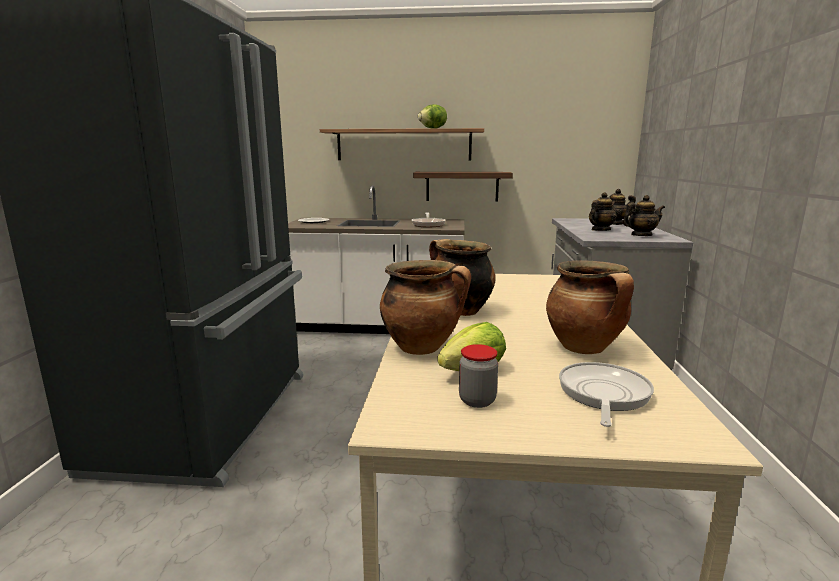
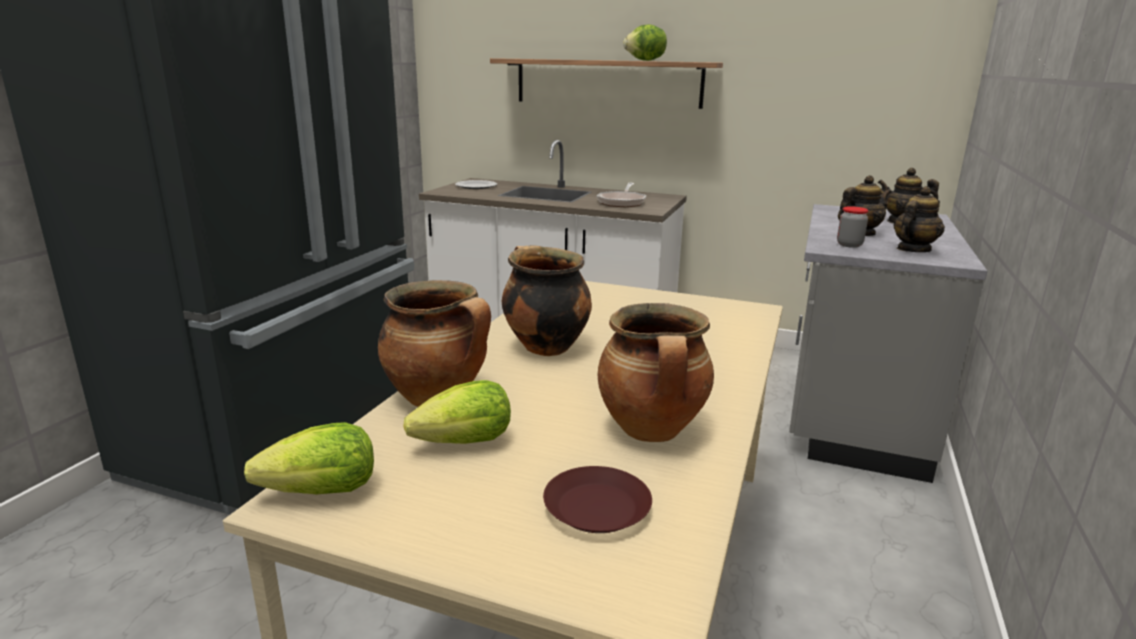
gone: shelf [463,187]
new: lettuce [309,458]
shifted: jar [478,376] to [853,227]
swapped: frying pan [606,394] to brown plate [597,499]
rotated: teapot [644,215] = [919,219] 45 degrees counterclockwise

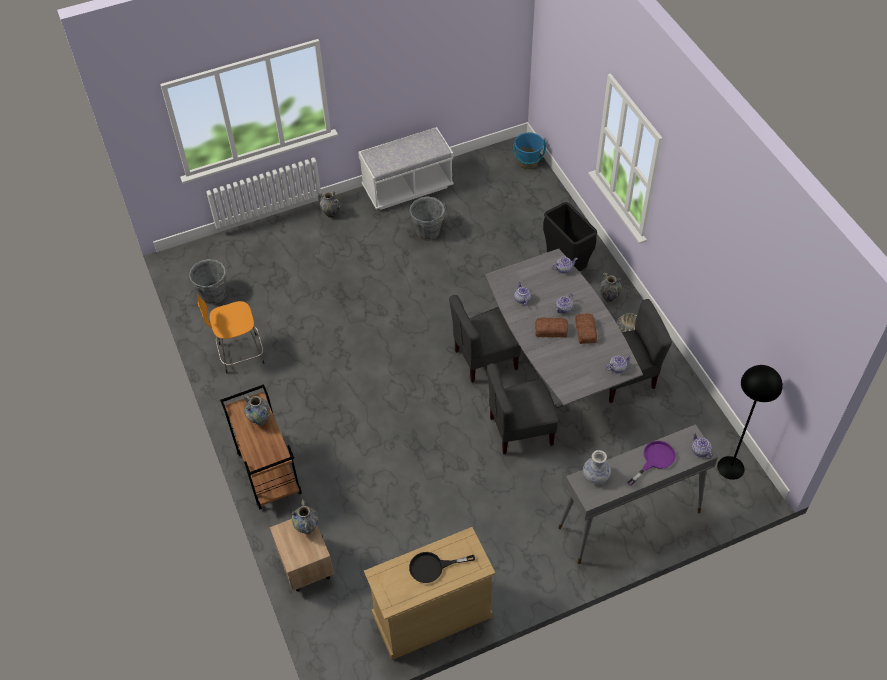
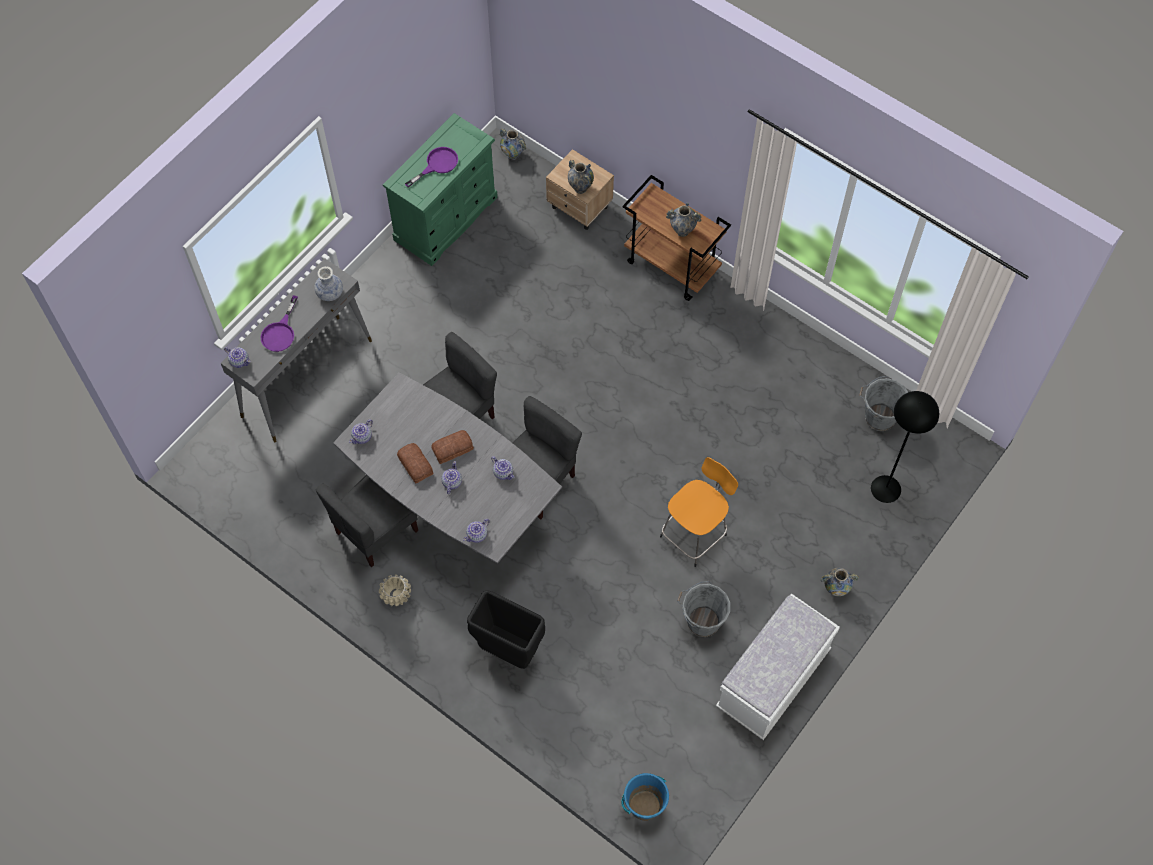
shifted: orange stool [231,334] to [699,512]; vase [610,287] to [513,144]; black floor lamp [750,422] to [905,447]
repainted: beige dresser [430,593] to green dresser [440,189]; black frying pan [442,567] to purple frying pan [431,167]

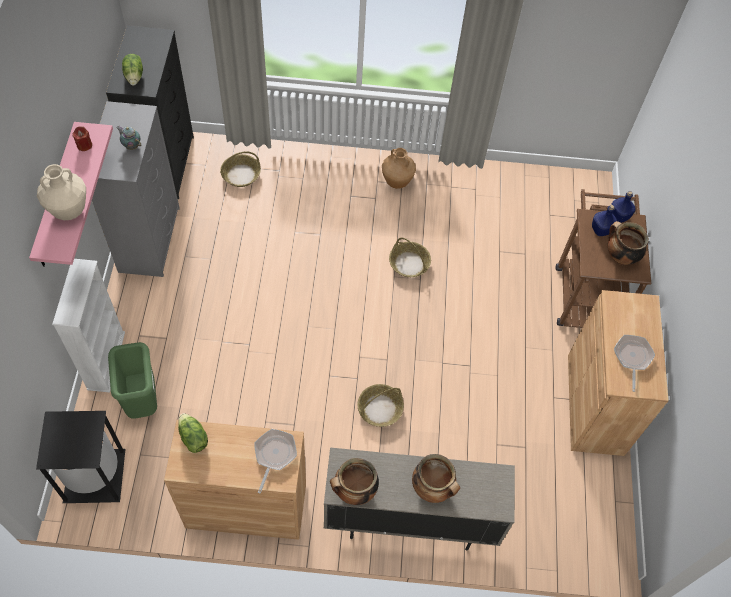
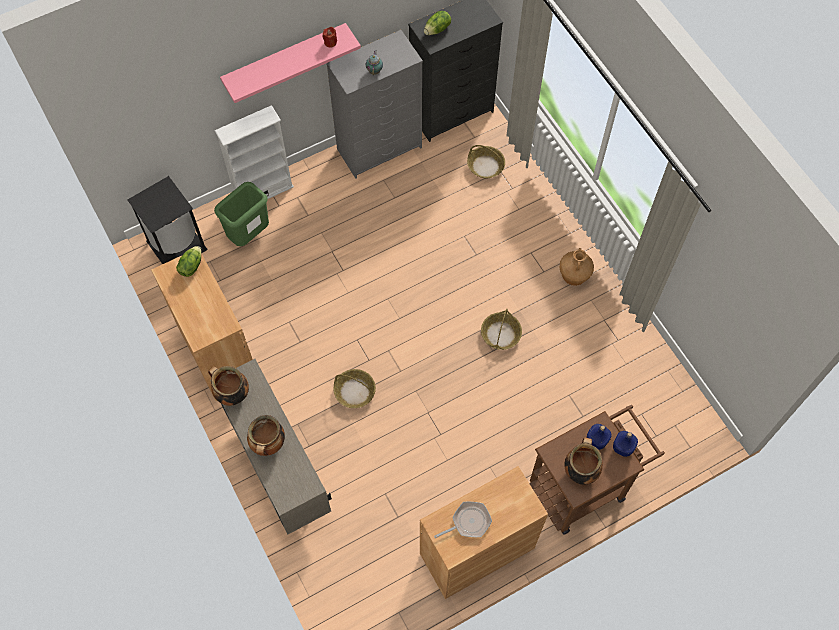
gone: beige vase [61,192]; frying pan [275,461]

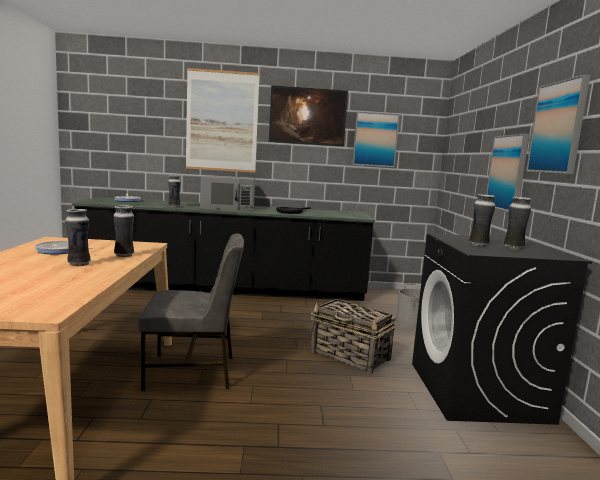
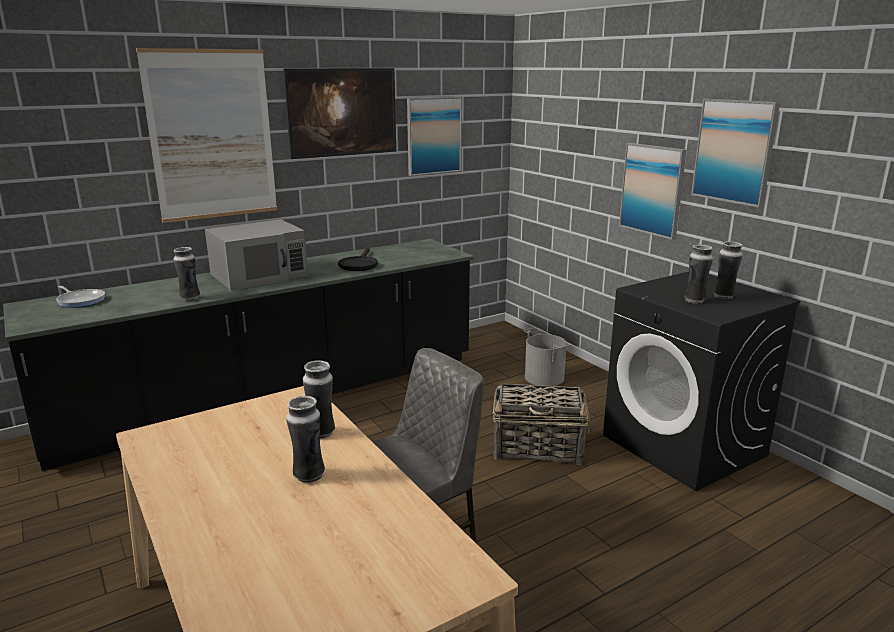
gone: frying pan [64,247]

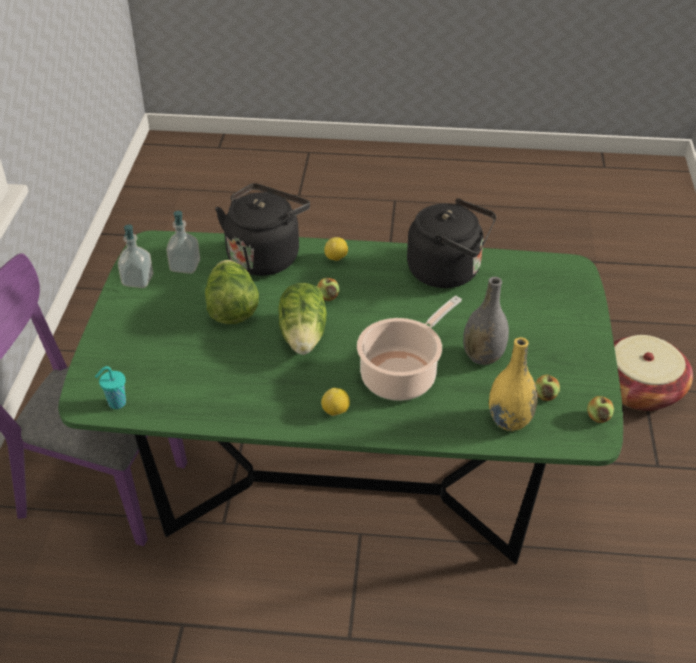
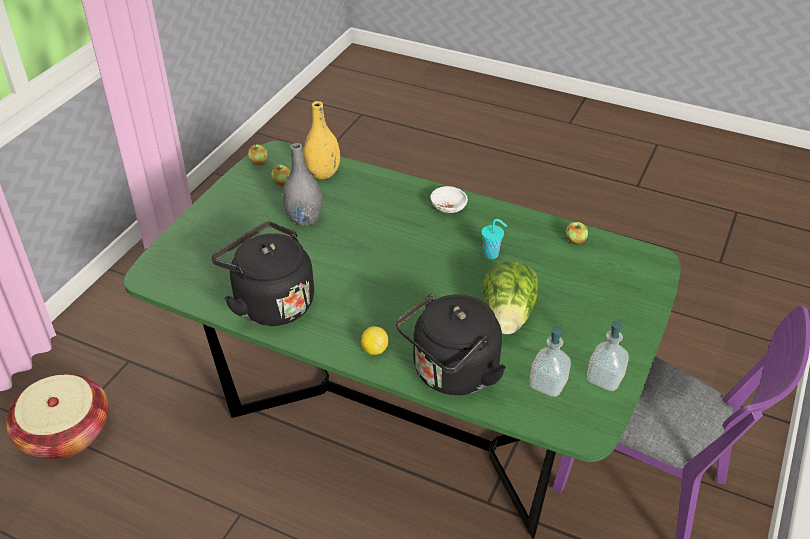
gone: lettuce [302,319]; cooking pot [409,348]
shifted: turquoise cup [110,387] to [494,239]; apple [328,289] to [577,232]
swapped: lemon [335,402] to white bowl [449,199]

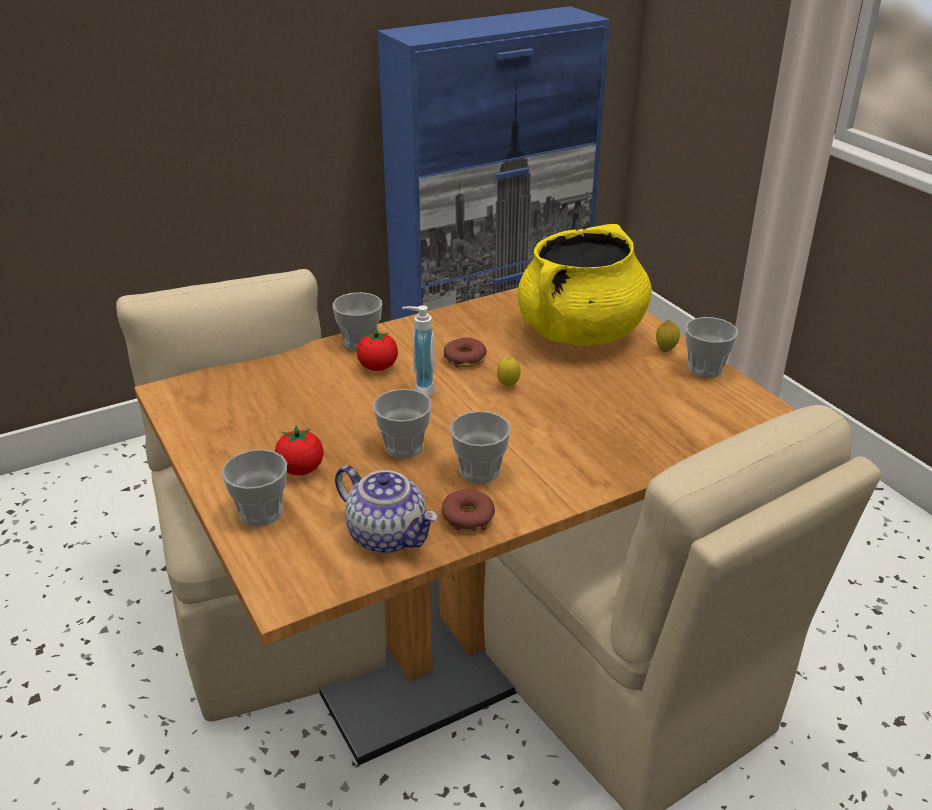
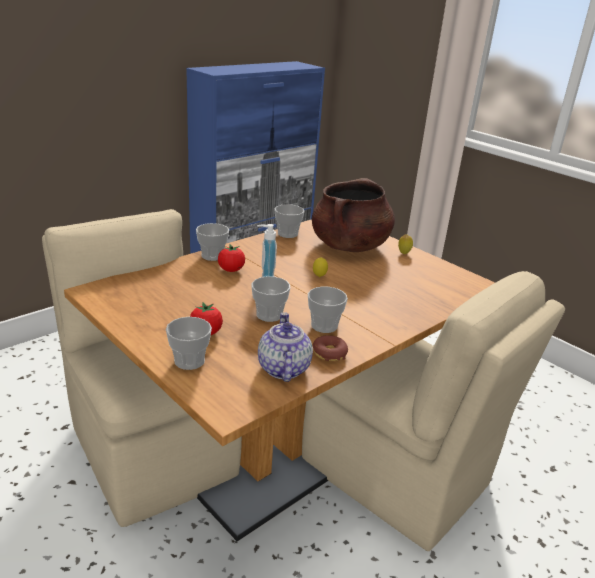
gone: donut [465,352]
shifted: cup [711,347] to [289,221]
repainted: yellow cooking pot [584,285] to brown cooking pot [353,215]
rotated: teapot [386,509] = [285,347] 120 degrees counterclockwise

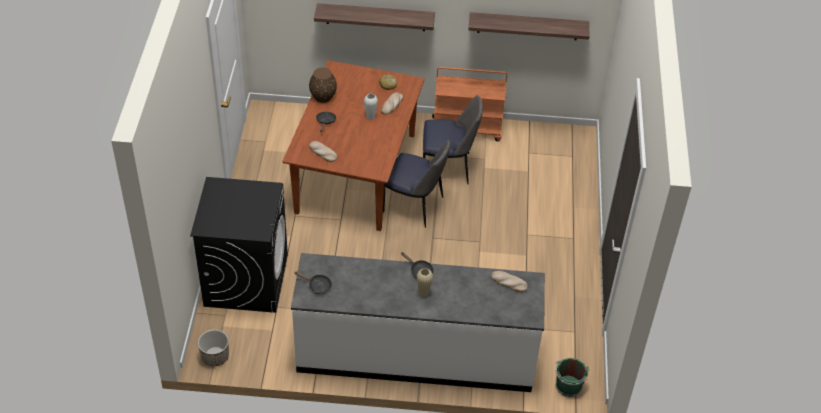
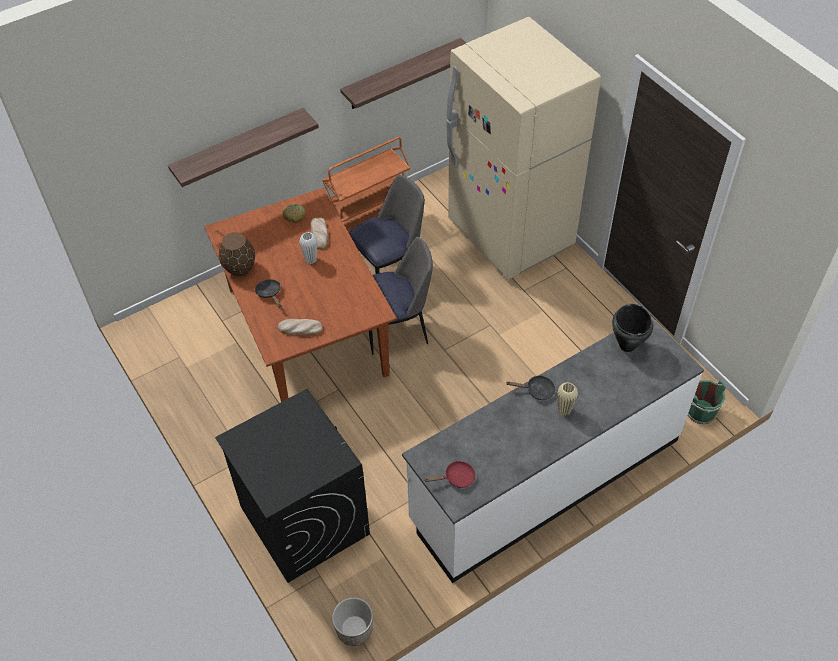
new: beige fridge [523,148]
swapped: bread [509,281] to black cooking pot [632,328]
repainted: black frying pan [313,283] to red frying pan [450,474]

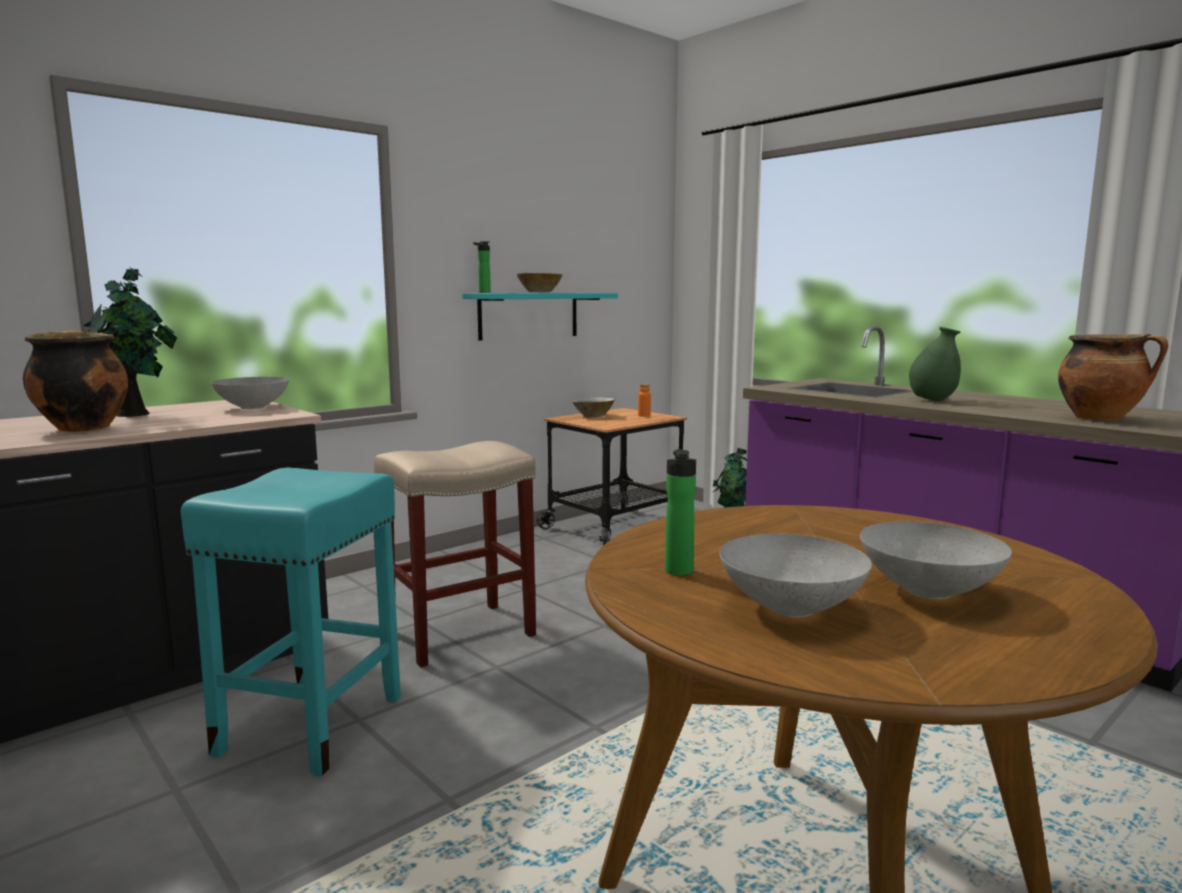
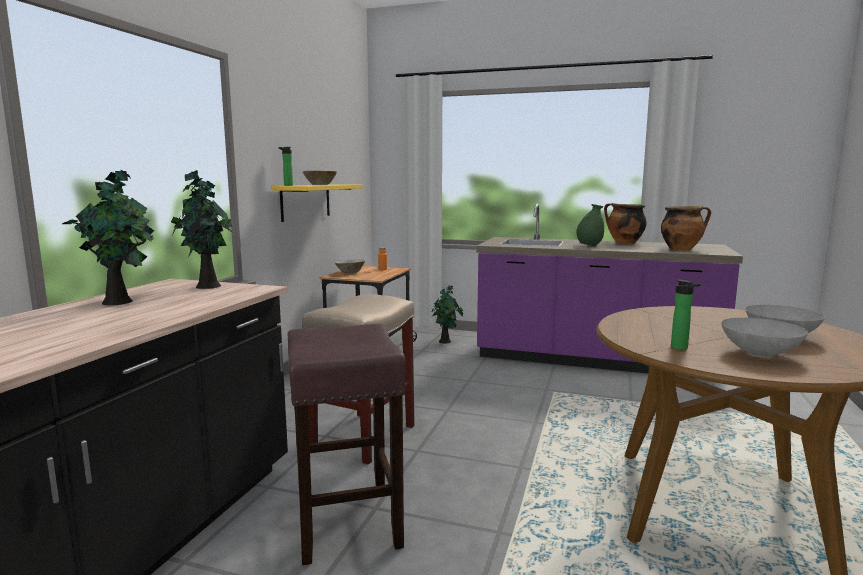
shifted: cooking pot [75,381] to [625,223]
swapped: grey bowl [250,393] to potted plant [202,229]
repainted: turquoise stool [291,621] to brown stool [347,444]; turquoise shelf [540,317] to yellow shelf [317,203]

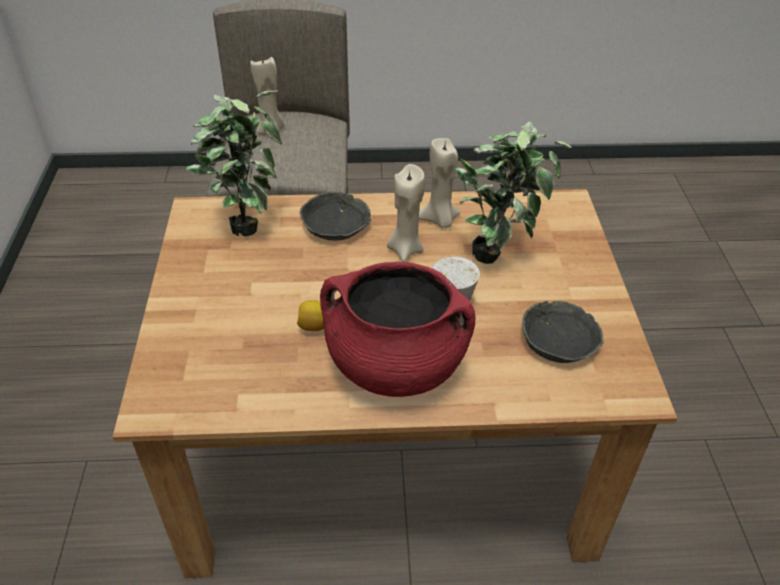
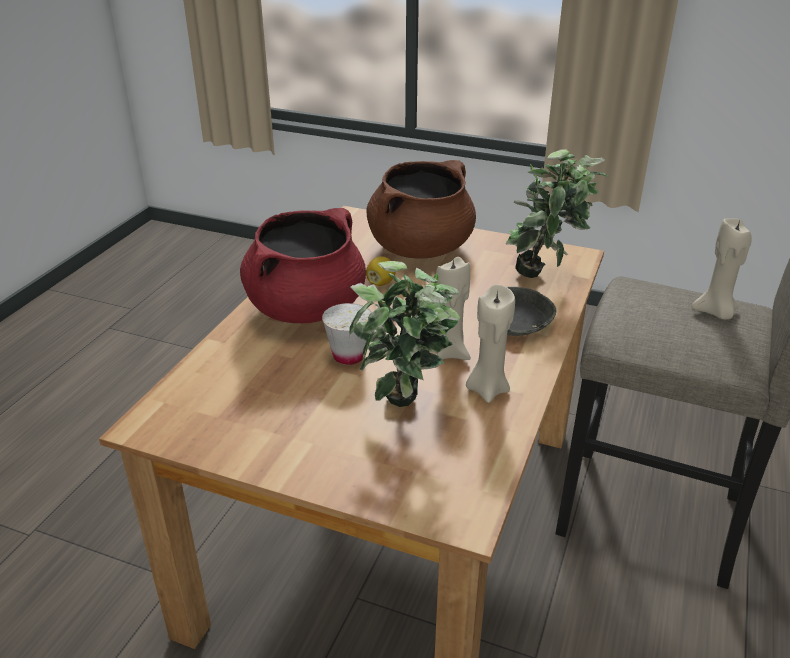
gone: grey bowl [562,332]
new: brown cooking pot [421,209]

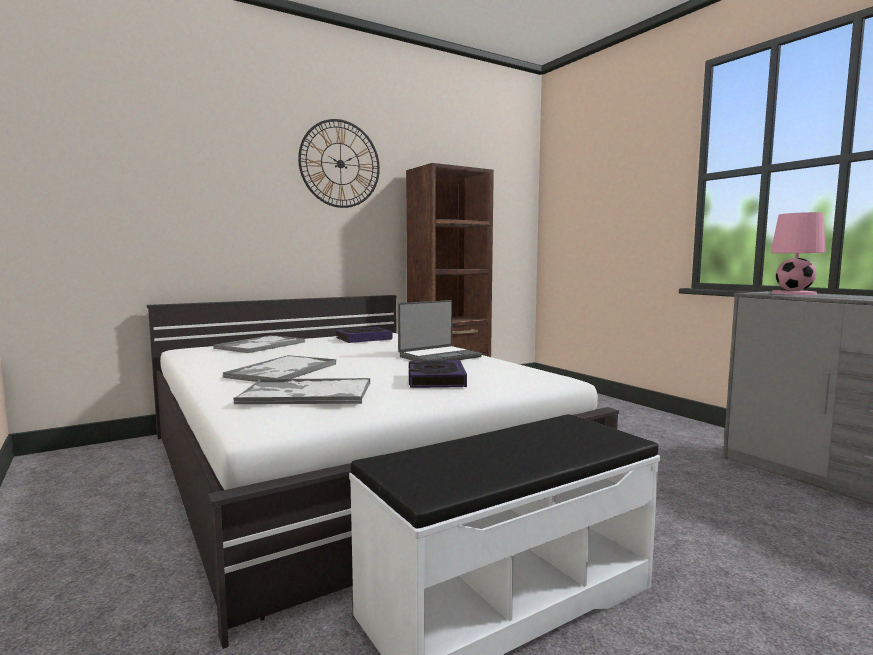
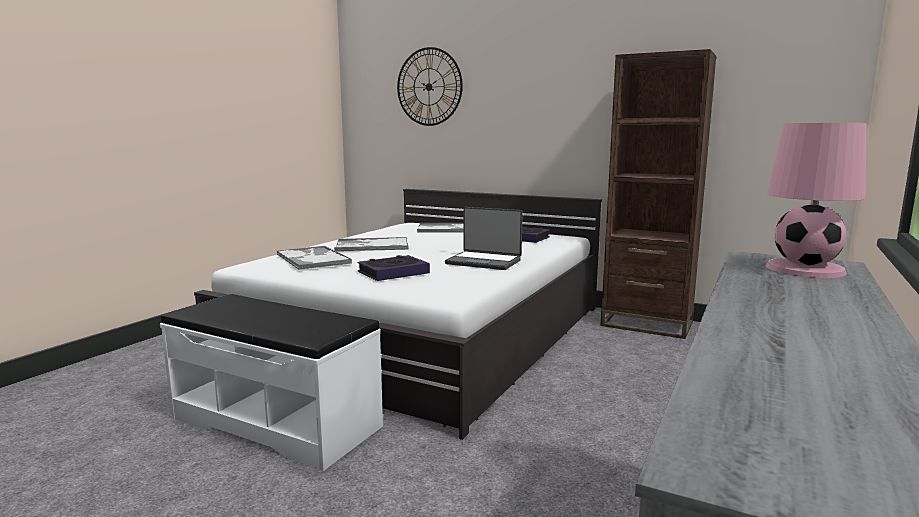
shifted: wall clock [339,163] to [430,86]

